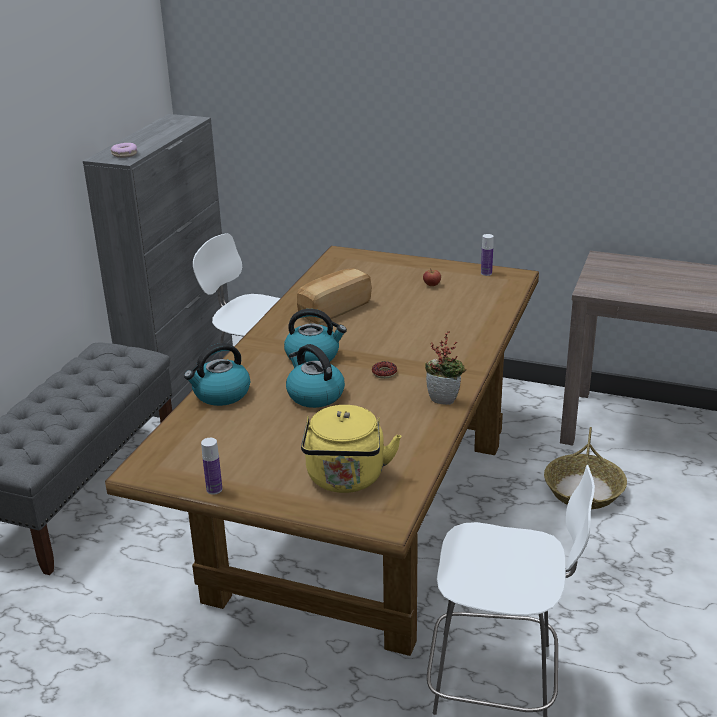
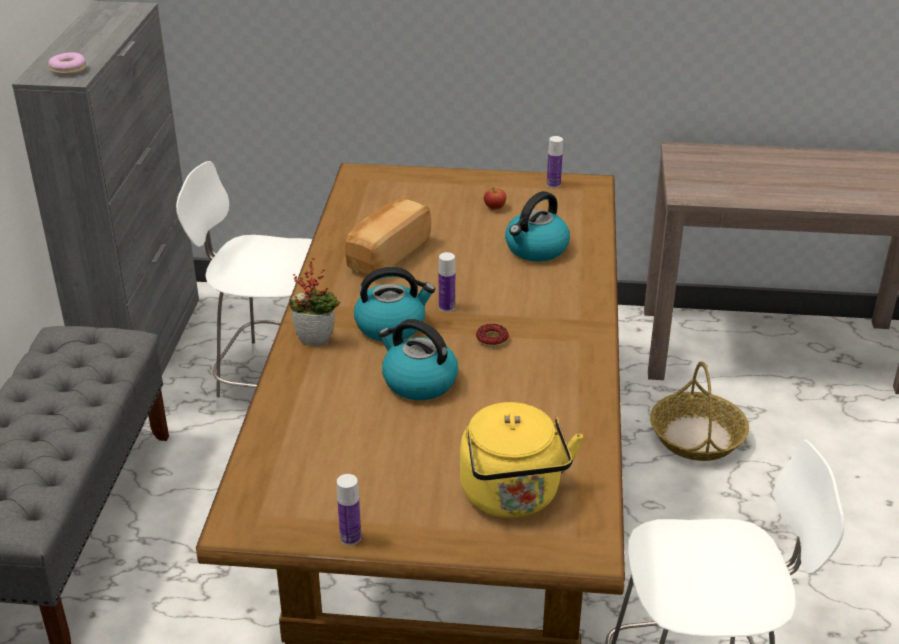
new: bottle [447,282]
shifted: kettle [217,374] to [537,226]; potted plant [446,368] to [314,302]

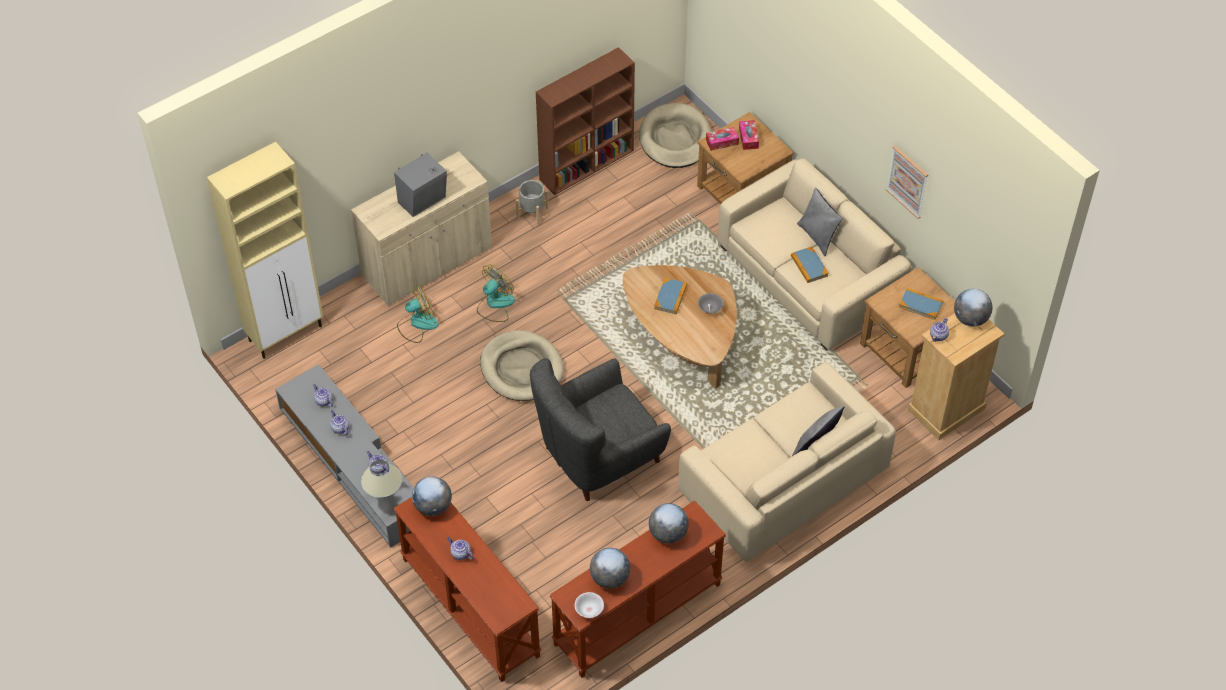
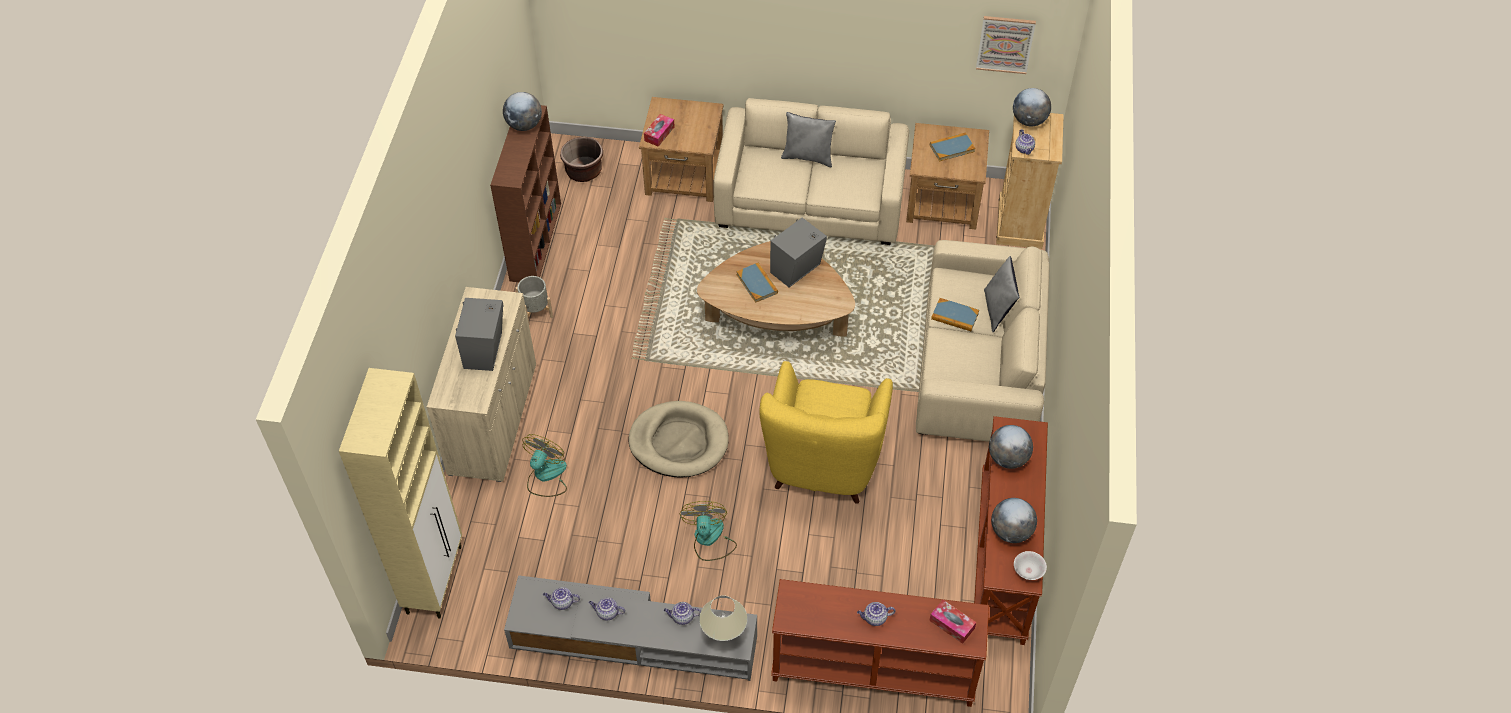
shifted: globe [432,496] to [522,111]; fan [496,293] to [708,531]; tissue box [749,135] to [952,622]; book [810,264] to [955,314]; picture [907,182] to [1006,45]
swapped: beige dog bed [675,135] to brown planter [581,159]; grey bowl [710,303] to grey speaker [798,253]
repainted: grey armchair [600,429] to yellow armchair [826,432]

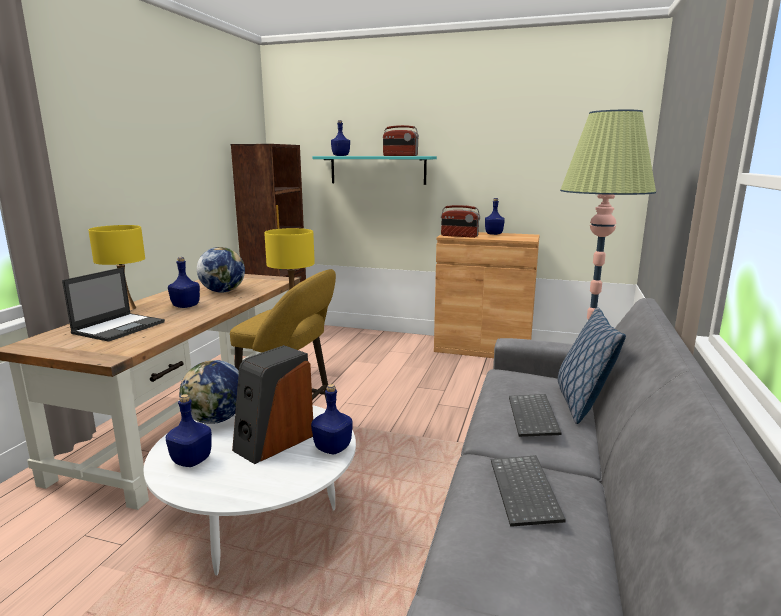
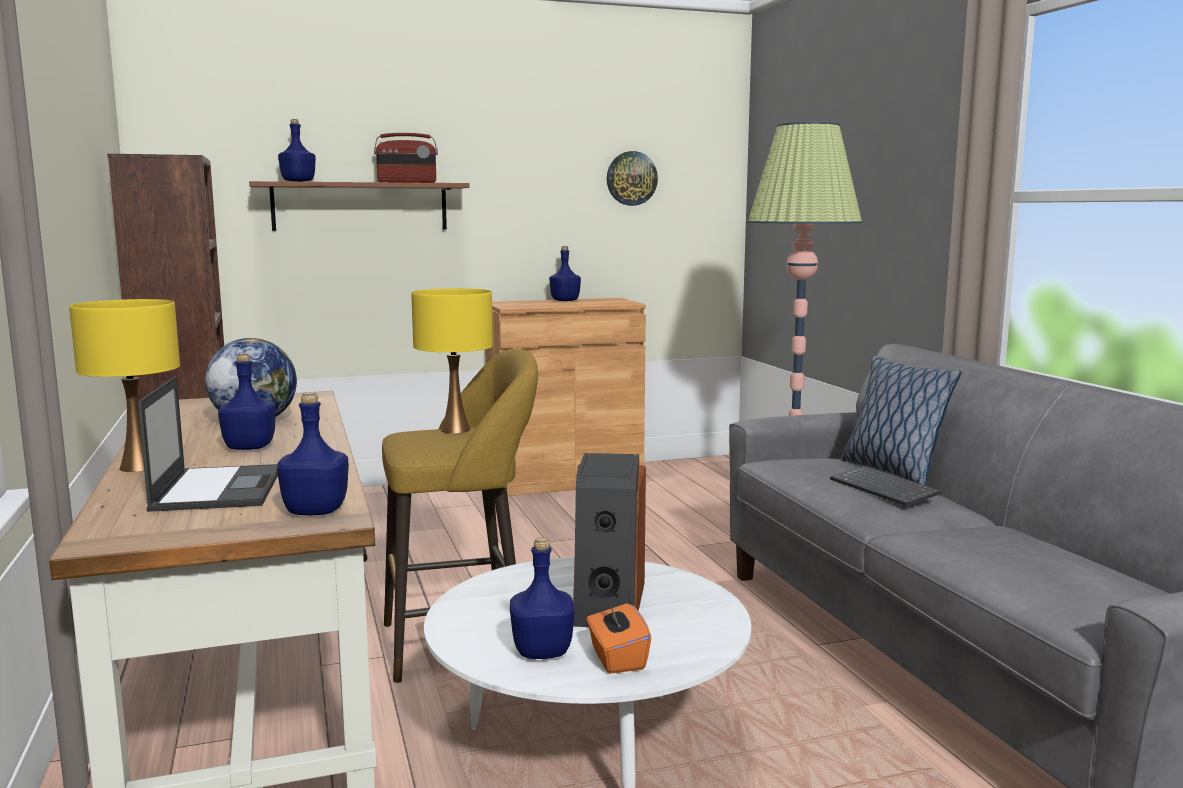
gone: globe [209,392]; radio [460,221]; keyboard [528,491]
new: orange tissue box [618,637]; wall clock [632,178]
shifted: blue bottle [332,419] to [313,453]
repainted: turquoise shelf [374,170] to brown shelf [359,206]

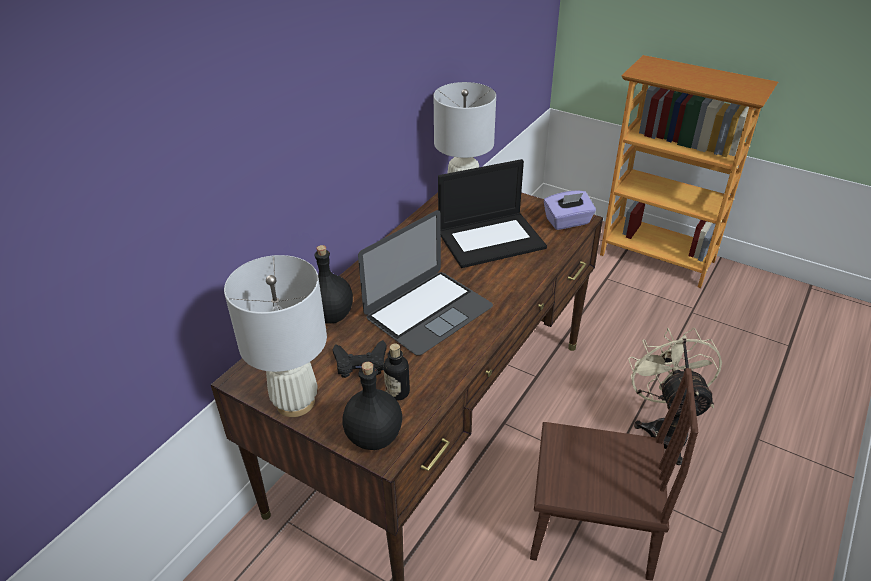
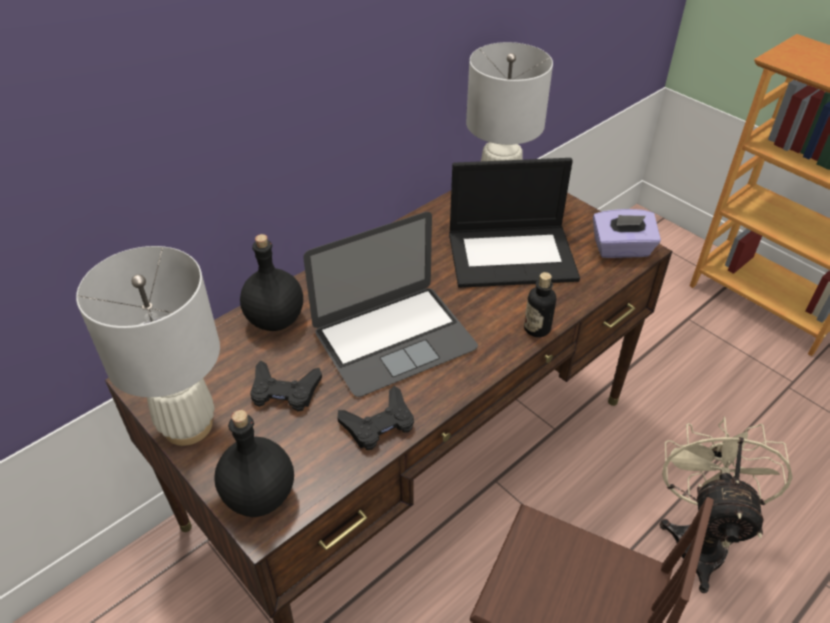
new: black game controller [376,418]
shifted: bottle [397,372] to [540,304]

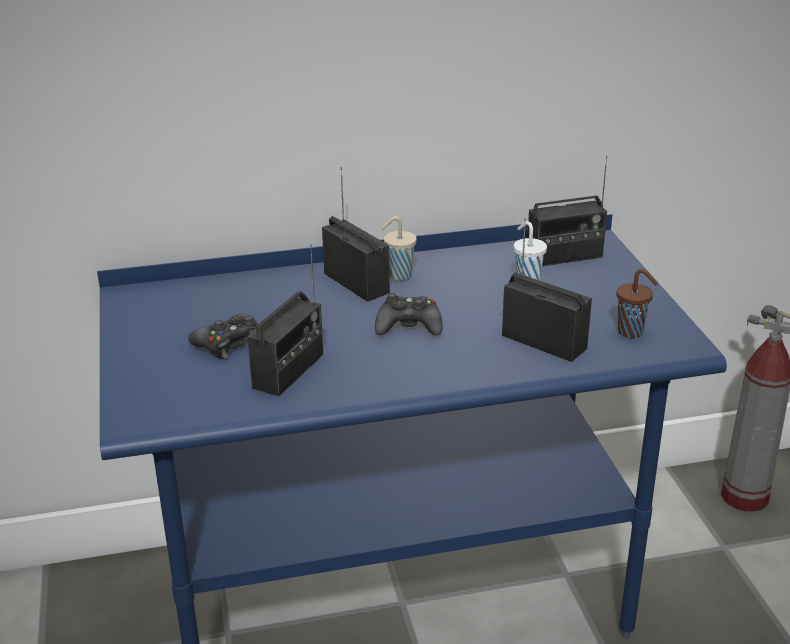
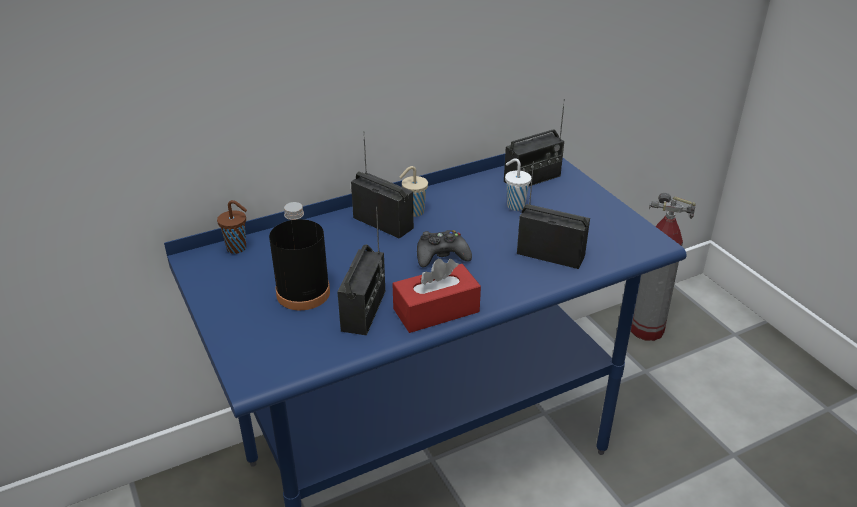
new: red tissue box [436,296]
shifted: brown cup [637,303] to [232,227]
swapped: black game controller [223,336] to black bottle [299,256]

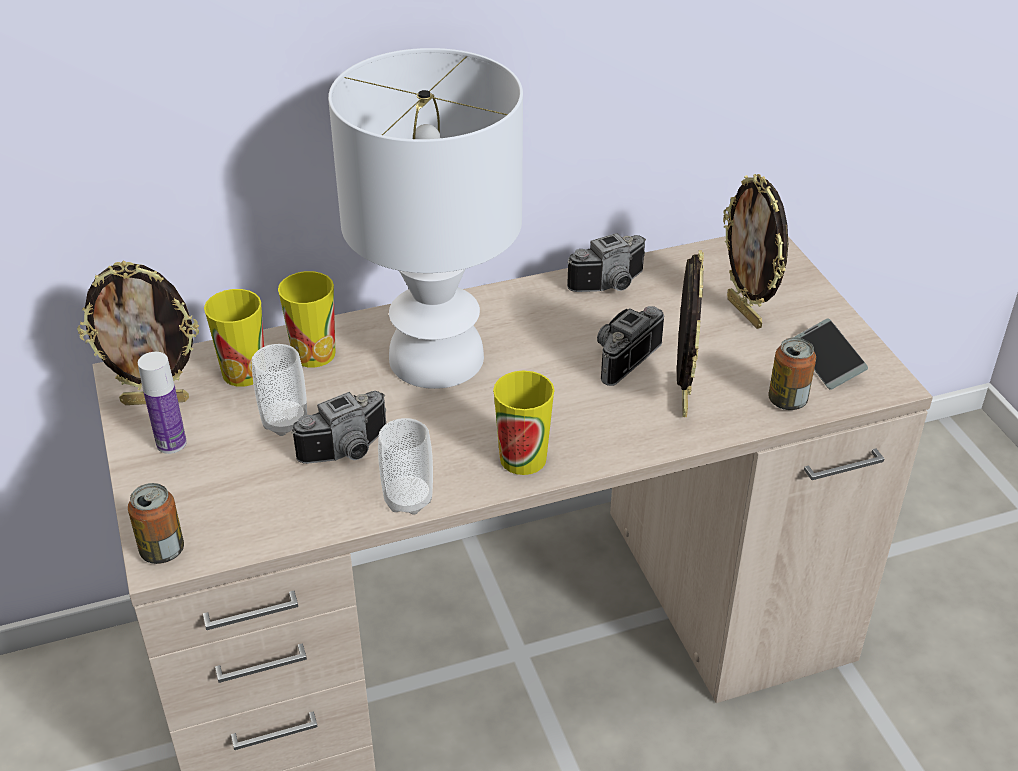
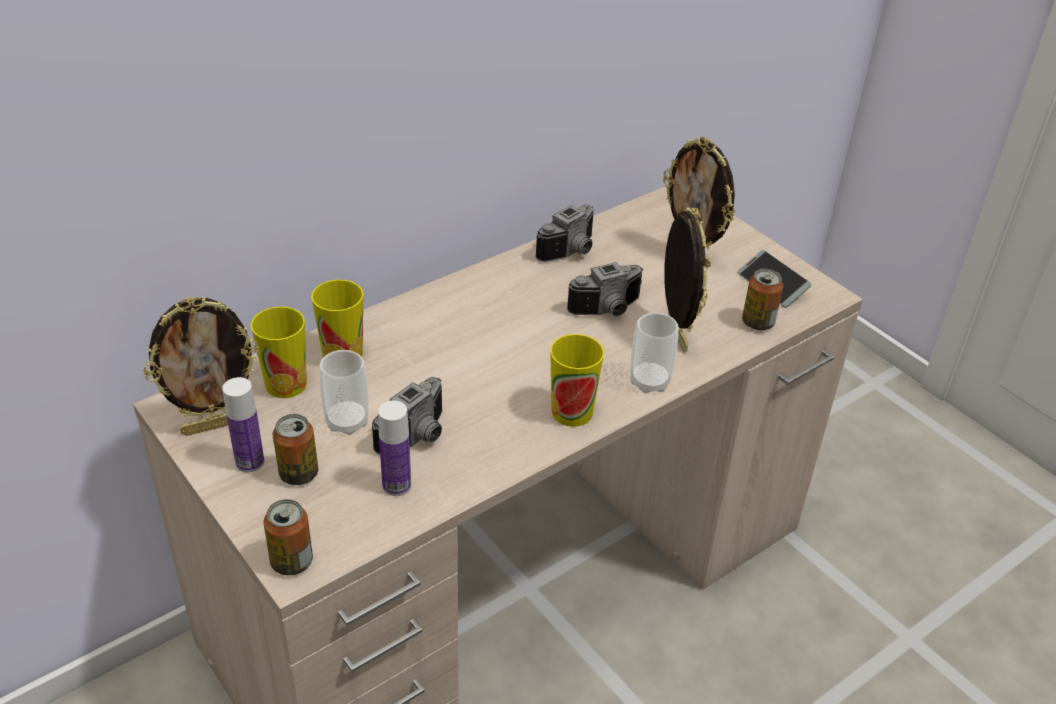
gone: white table lamp [425,218]
new: can [295,449]; bottle [394,448]
shifted: cup [405,466] to [654,352]
rotated: photo camera [630,346] = [605,289] 135 degrees counterclockwise

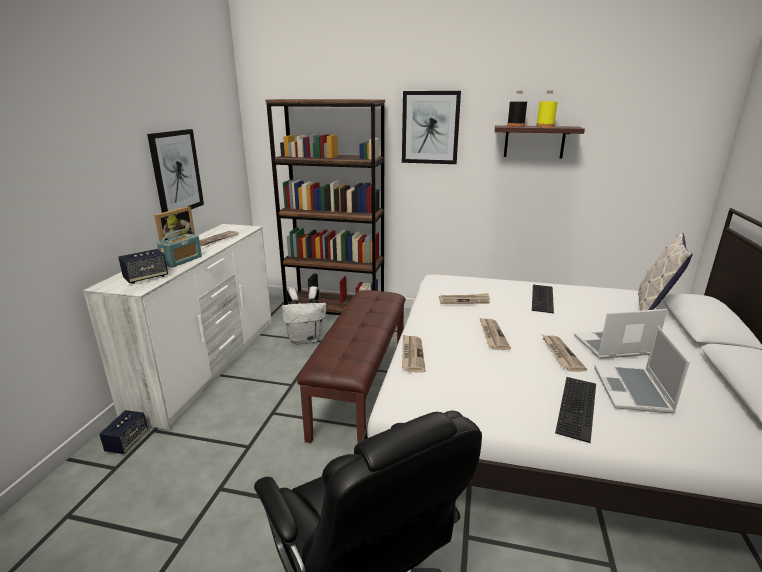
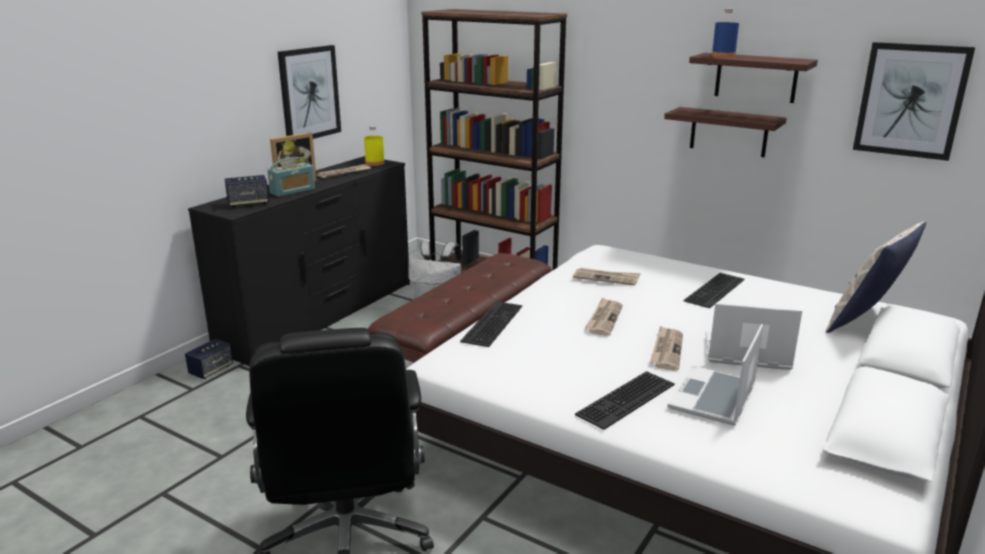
new: shelf [725,132]
shifted: picture [431,127] to [914,101]; yellow bottle [546,109] to [374,146]
swapped: newspaper [414,353] to keyboard [491,324]
repainted: white dresser [177,327] to black dresser [299,261]; black bottle [517,109] to blue bottle [725,32]

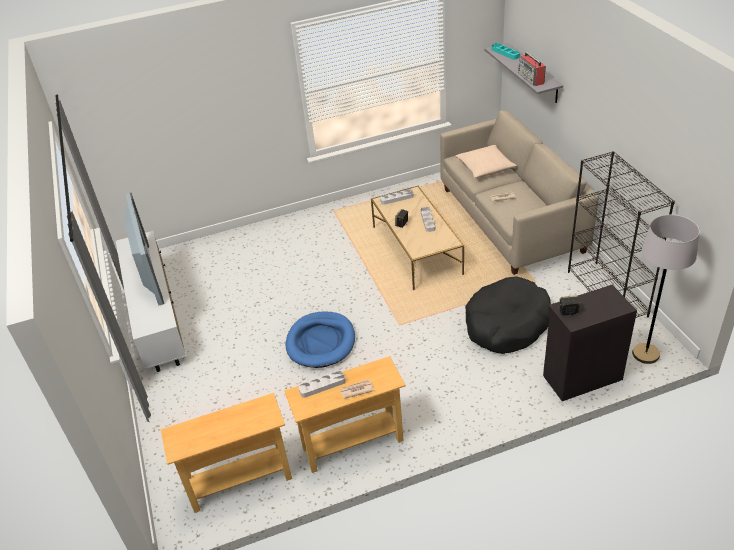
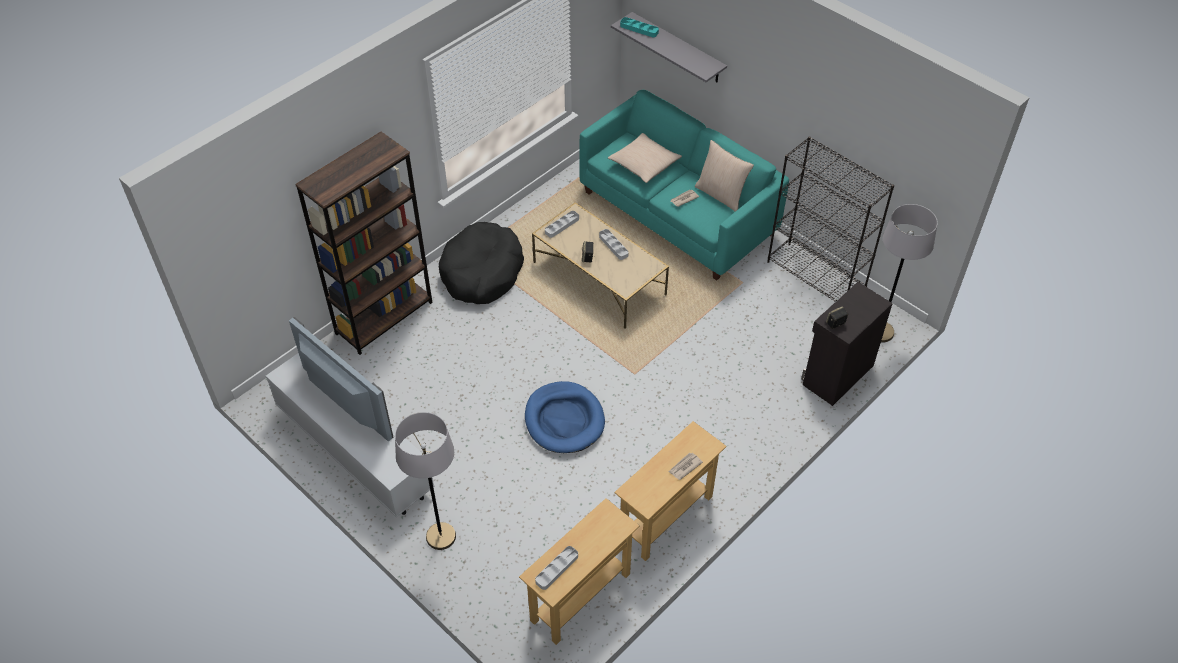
gone: radio [532,69]
new: brown bookcase [364,243]; grey floor lamp [425,481]; beige pillow [724,176]
shifted: grey tray [322,384] to [556,568]; black dog bed [508,315] to [481,263]
repainted: beige sofa [519,193] to turquoise sofa [684,185]

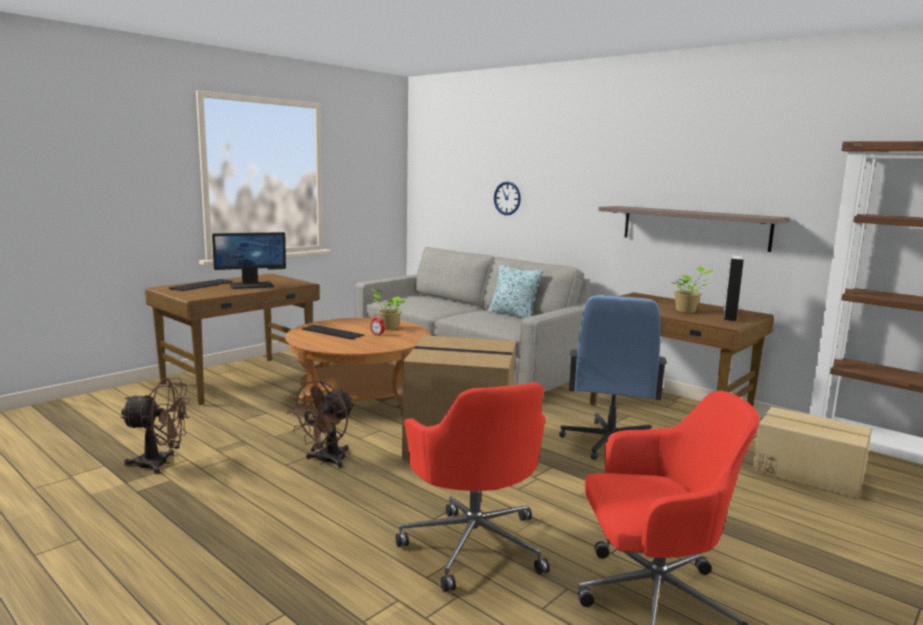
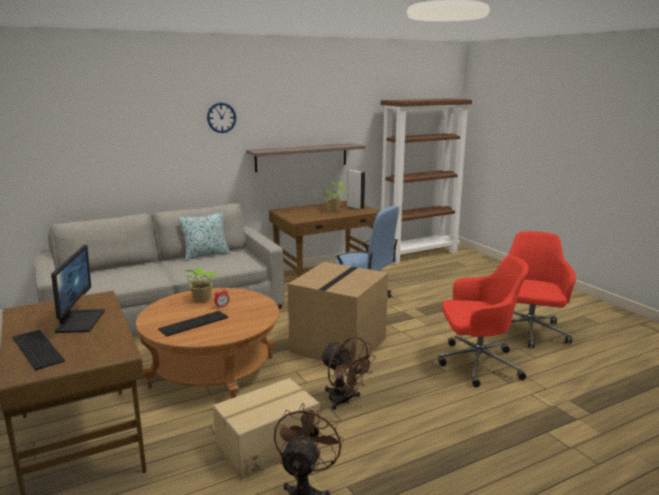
shifted: wall clock [507,198] to [221,117]; cardboard box [812,453] to [266,428]

